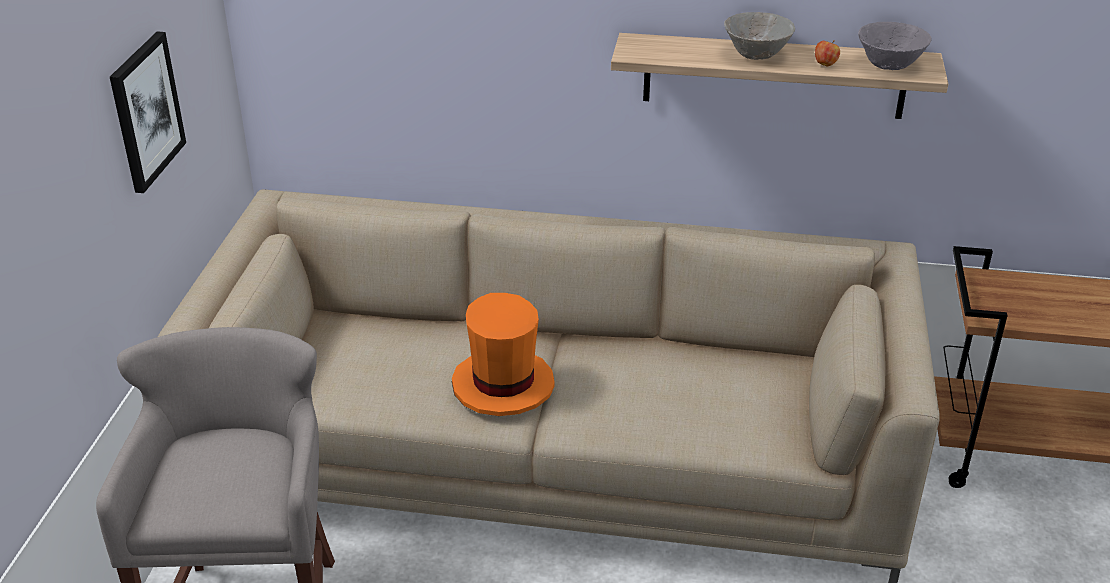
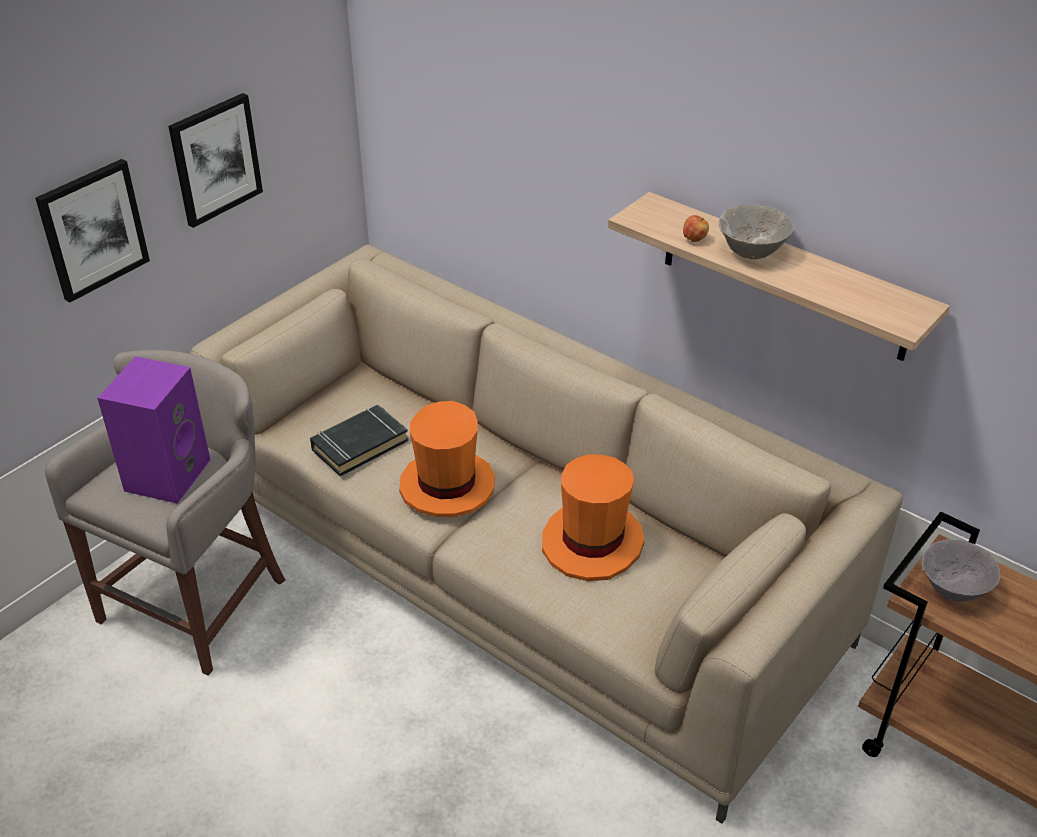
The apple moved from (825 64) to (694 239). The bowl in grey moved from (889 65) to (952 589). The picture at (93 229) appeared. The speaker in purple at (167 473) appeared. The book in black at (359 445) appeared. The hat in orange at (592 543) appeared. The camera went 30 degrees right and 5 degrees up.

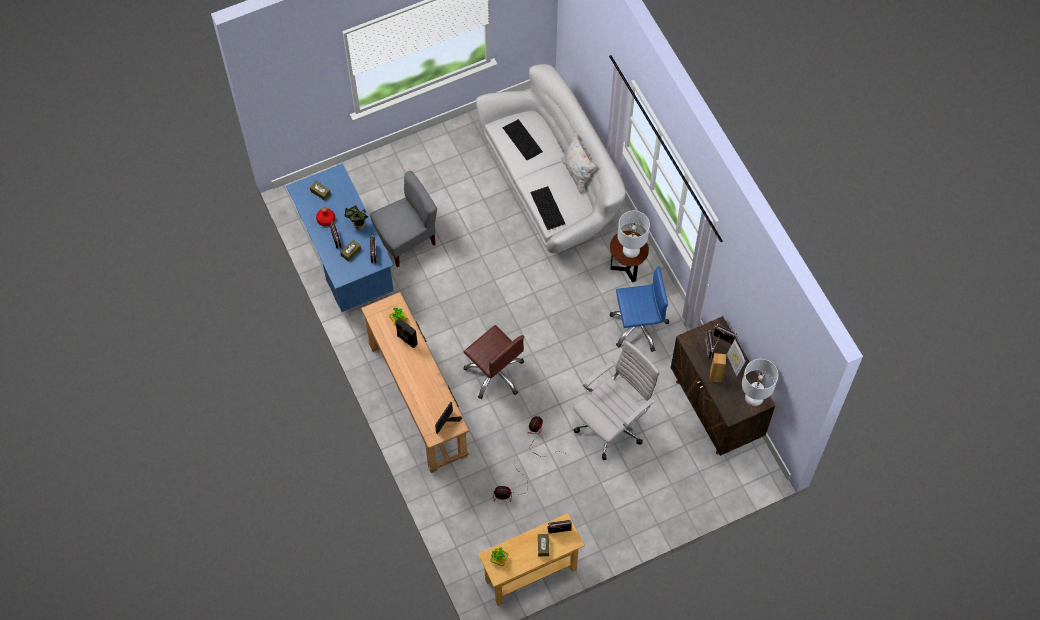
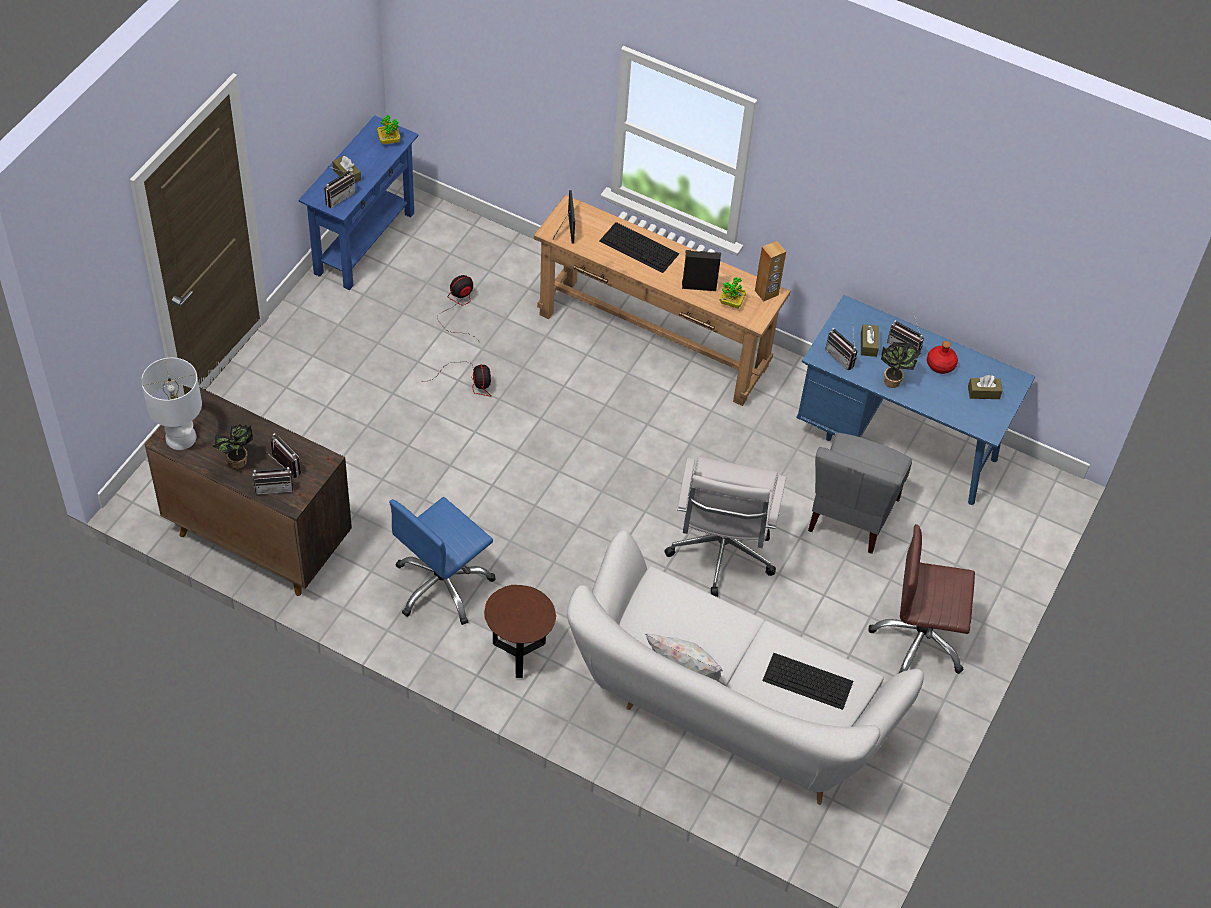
The office chair in brown moved from (495 373) to (920 639). The console table in beige at (530 574) became the console table in blue at (364 243). The keyboard moved from (547 207) to (640 247). The office chair in white moved from (612 425) to (720 555). The table lamp in white at (631 250) disappeared. The speaker in brown moved from (715 376) to (766 293). The picture frame at (734 364) was replaced by the potted plant at (237 464). The camera went 140 degrees right and 10 degrees down.

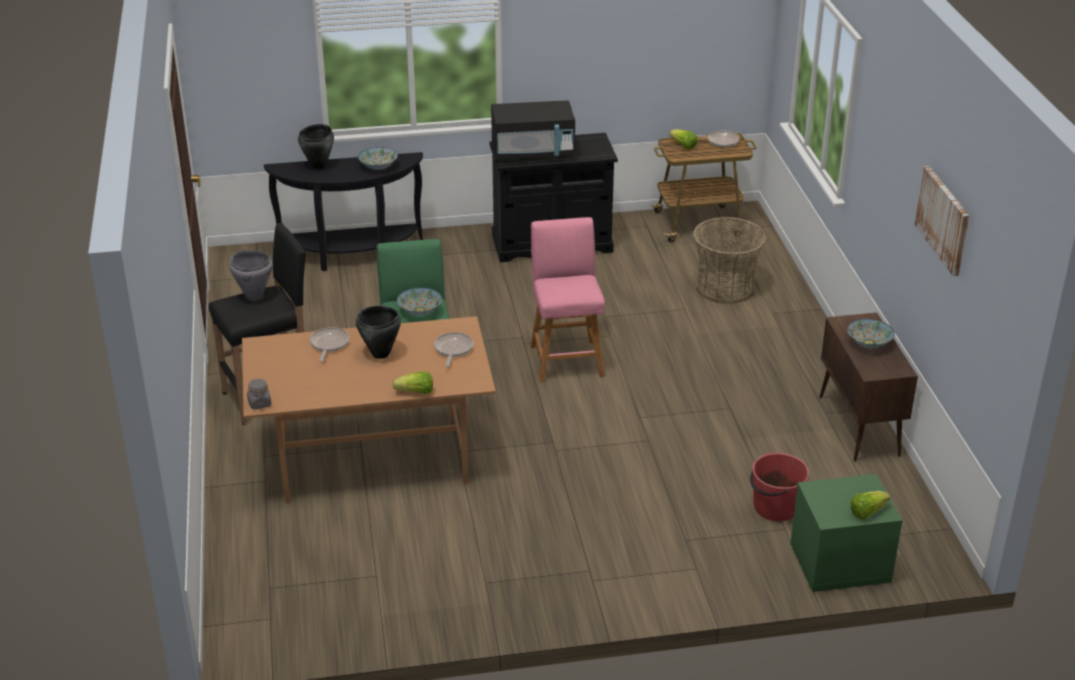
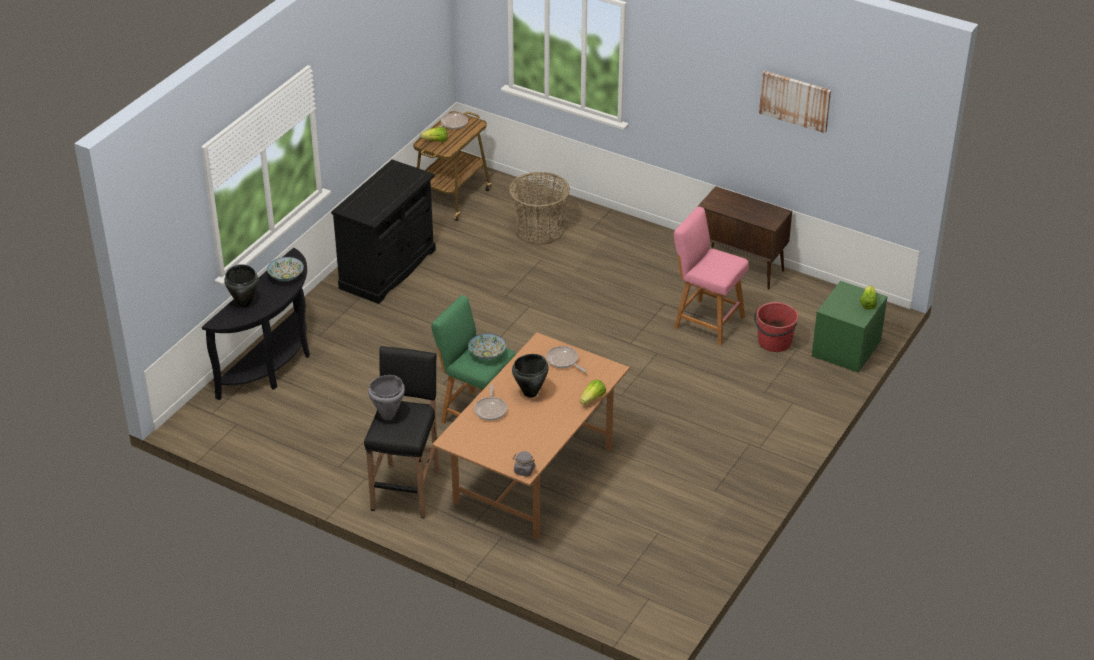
The frying pan at (329 344) turned 135 degrees counterclockwise. The microwave in black at (533 152) disappeared. The stool in pink moved from (566 358) to (706 321). The bowl at (869 343) disappeared. The camera went 50 degrees left and 5 degrees up.

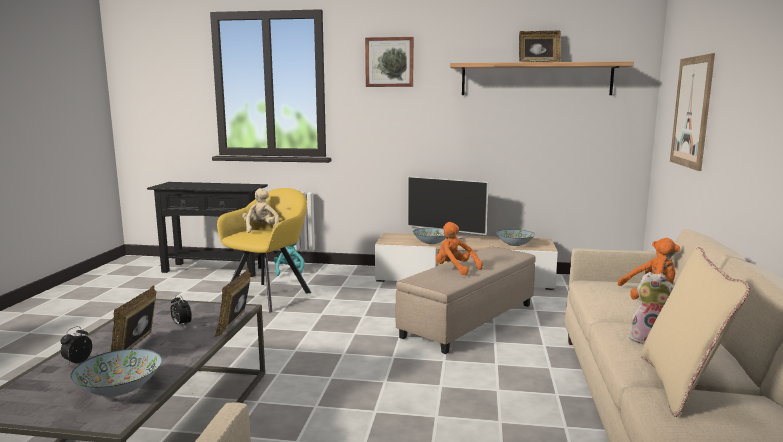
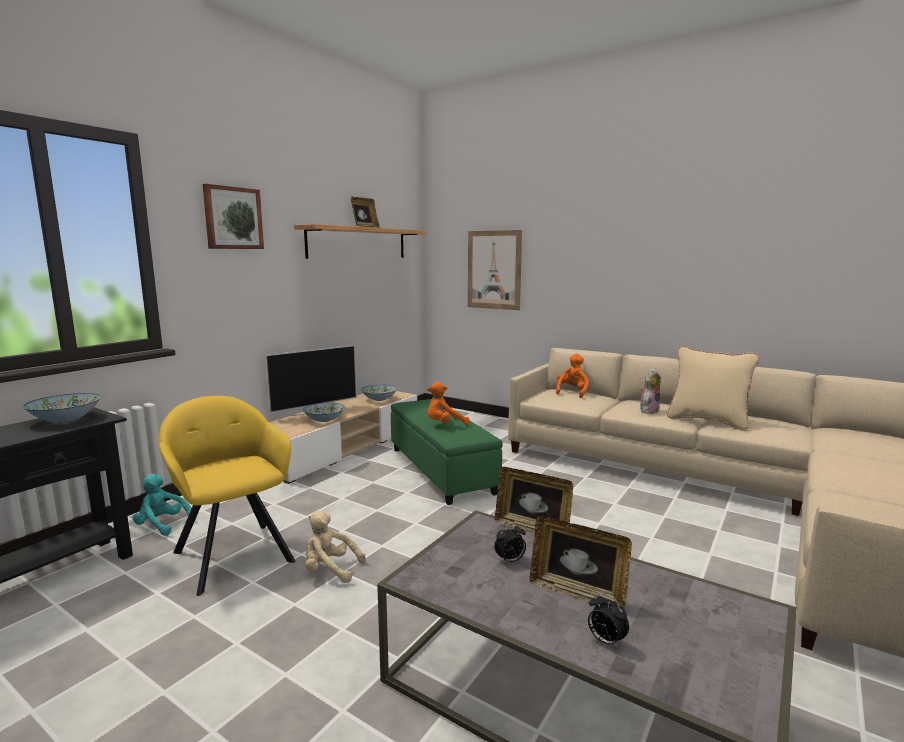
The bowl moved from (119 389) to (66 420). The plush toy in beige moved from (261 229) to (330 570). The ottoman in beige at (468 320) became the ottoman in green at (439 470). The camera went 65 degrees left and 0 degrees up.

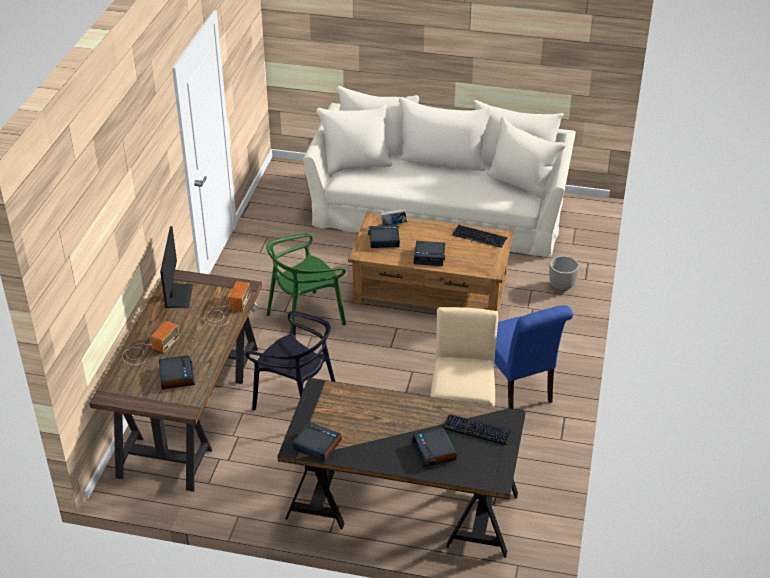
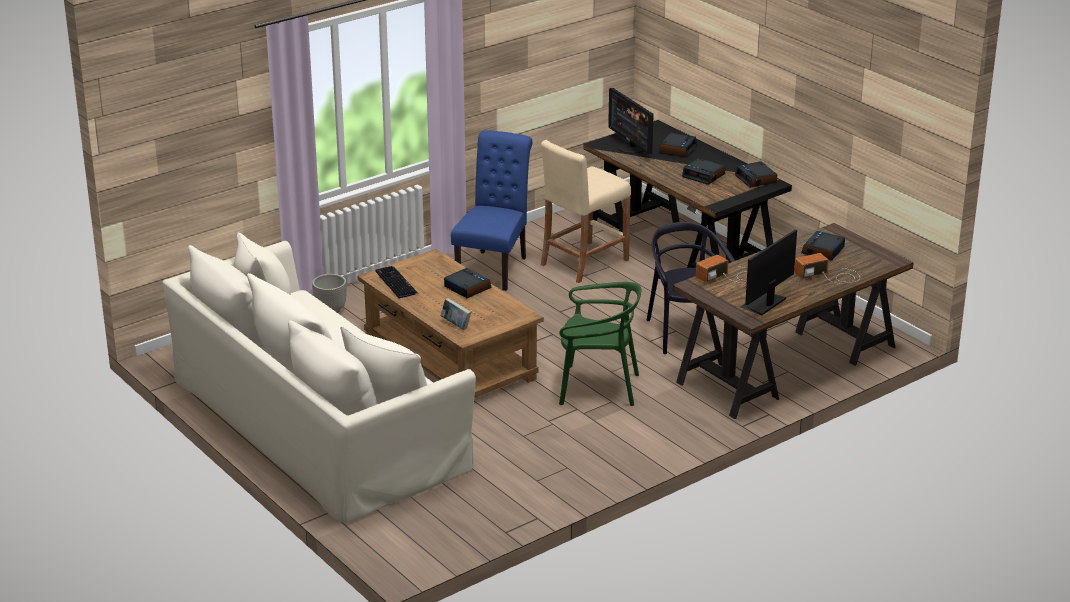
The alarm clock moved from (383 240) to (704 176). The keyboard at (477 430) was replaced by the monitor at (632 147). The camera went 140 degrees left and 10 degrees down.

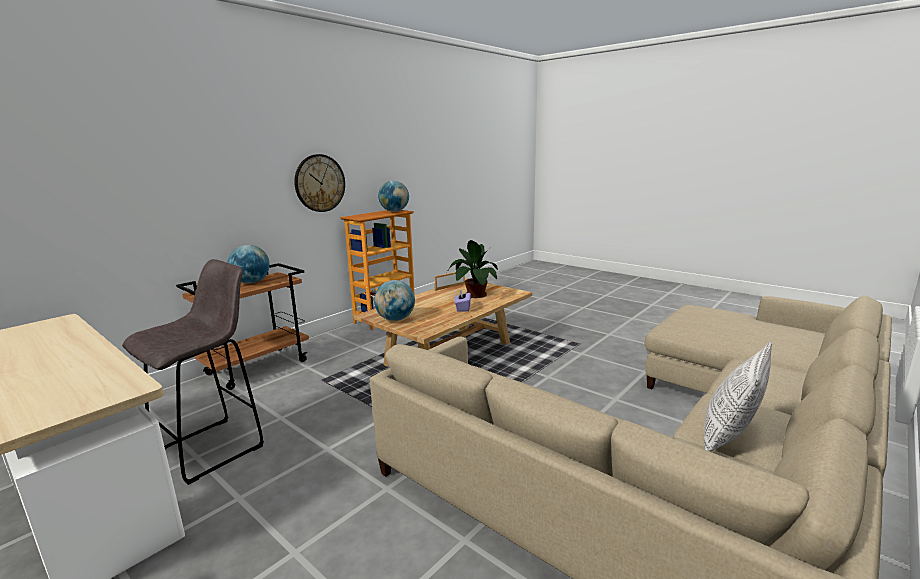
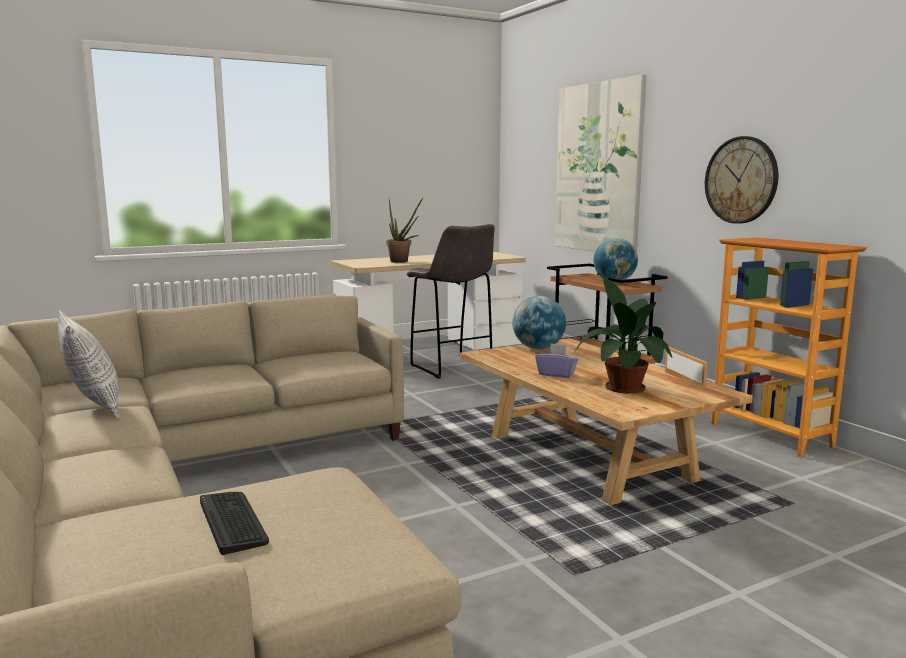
The globe at (394 211) disappeared. The keyboard at (233 521) appeared. The potted plant at (402 262) appeared. The picture at (598 168) appeared. The camera went 110 degrees right and 5 degrees down.

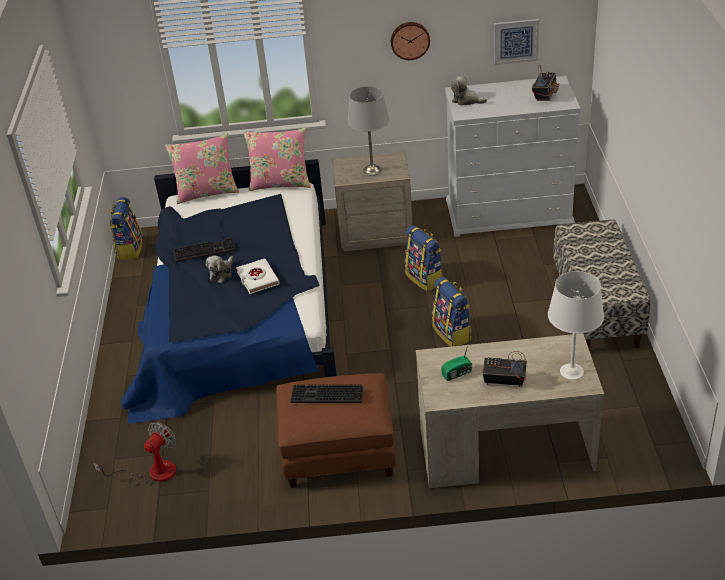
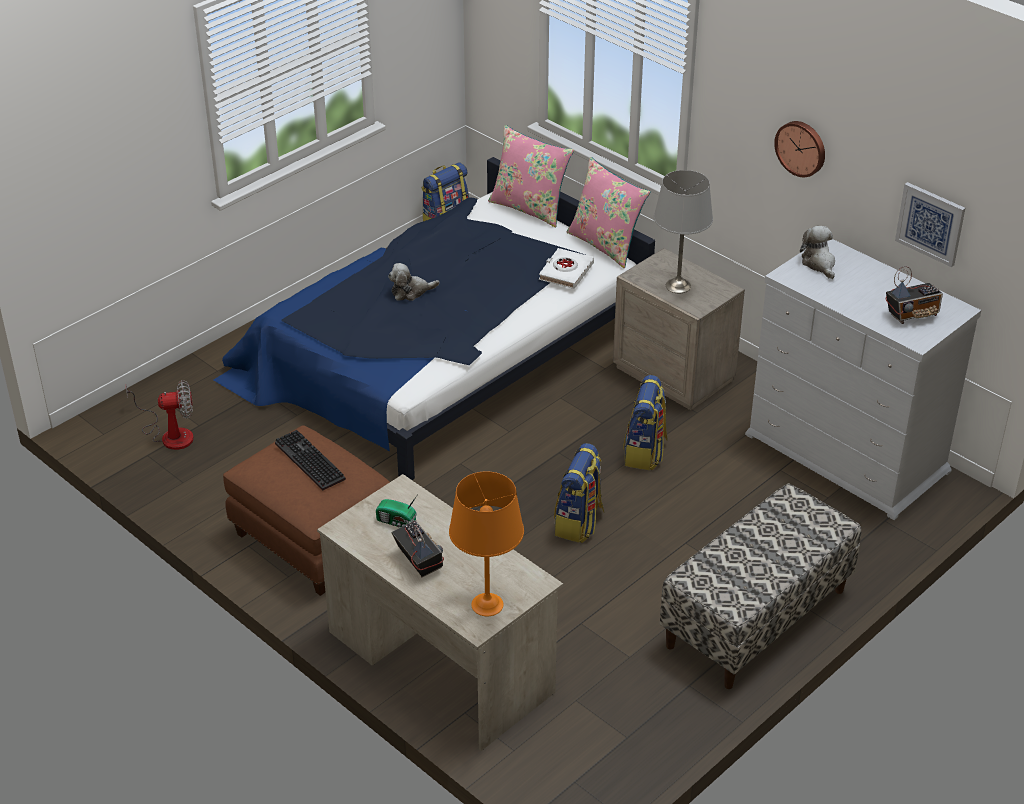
The keyboard at (205 250) disappeared. The book in white moved from (257 279) to (565 272). The table lamp in white at (572 371) became the table lamp in orange at (487 605). The camera went 45 degrees right and 0 degrees up.

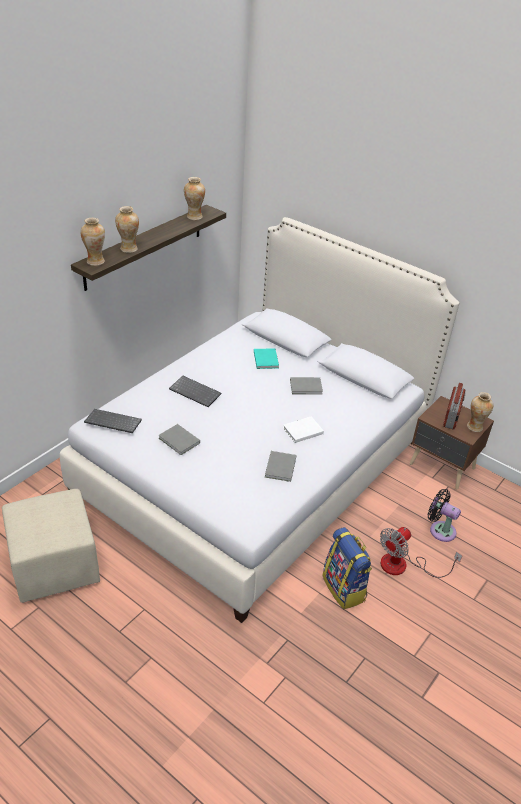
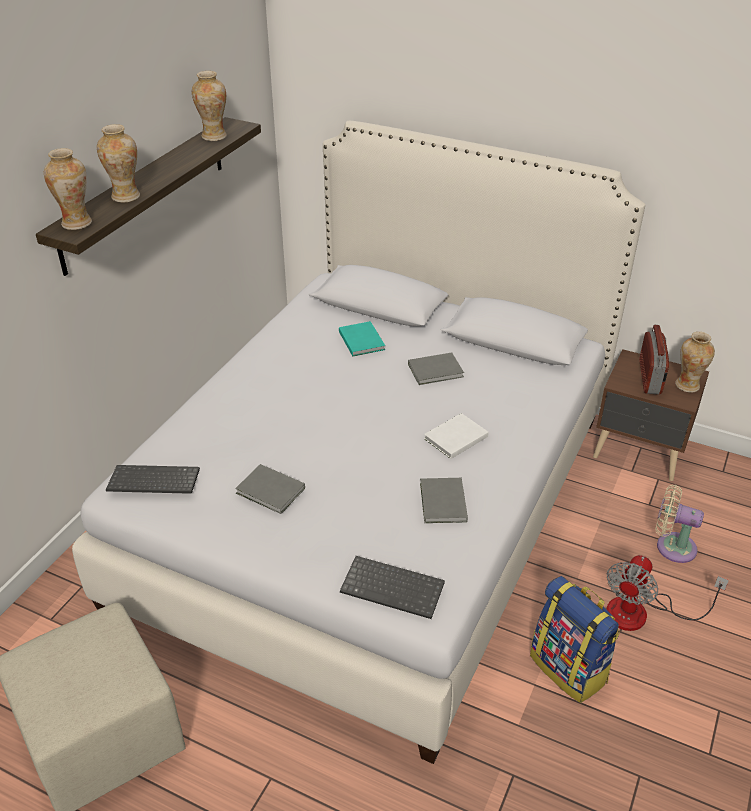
The keyboard moved from (196 392) to (394 587). The fan in black at (440 530) became the fan in beige at (671 546). The camera went 10 degrees left and 0 degrees up.

